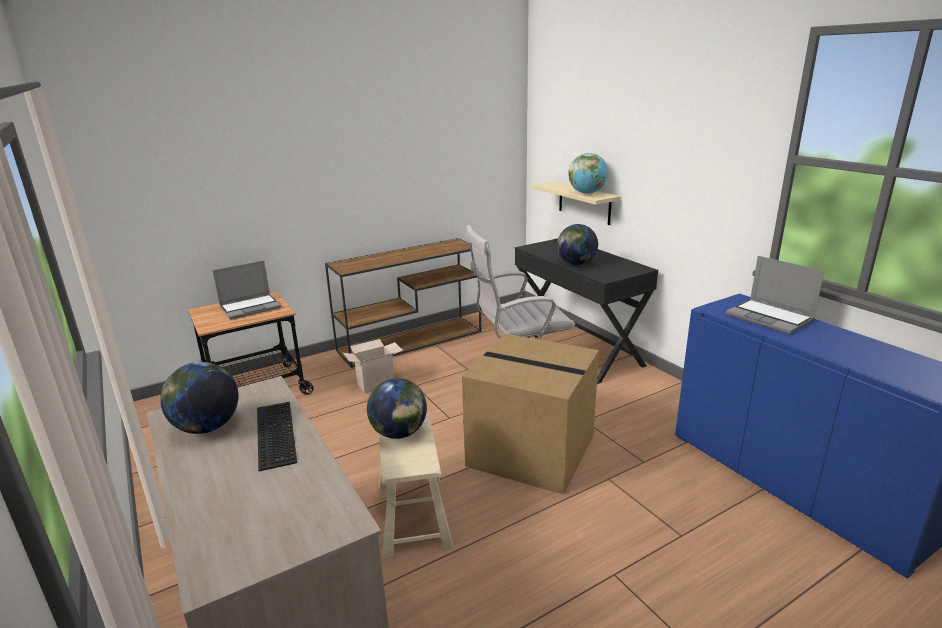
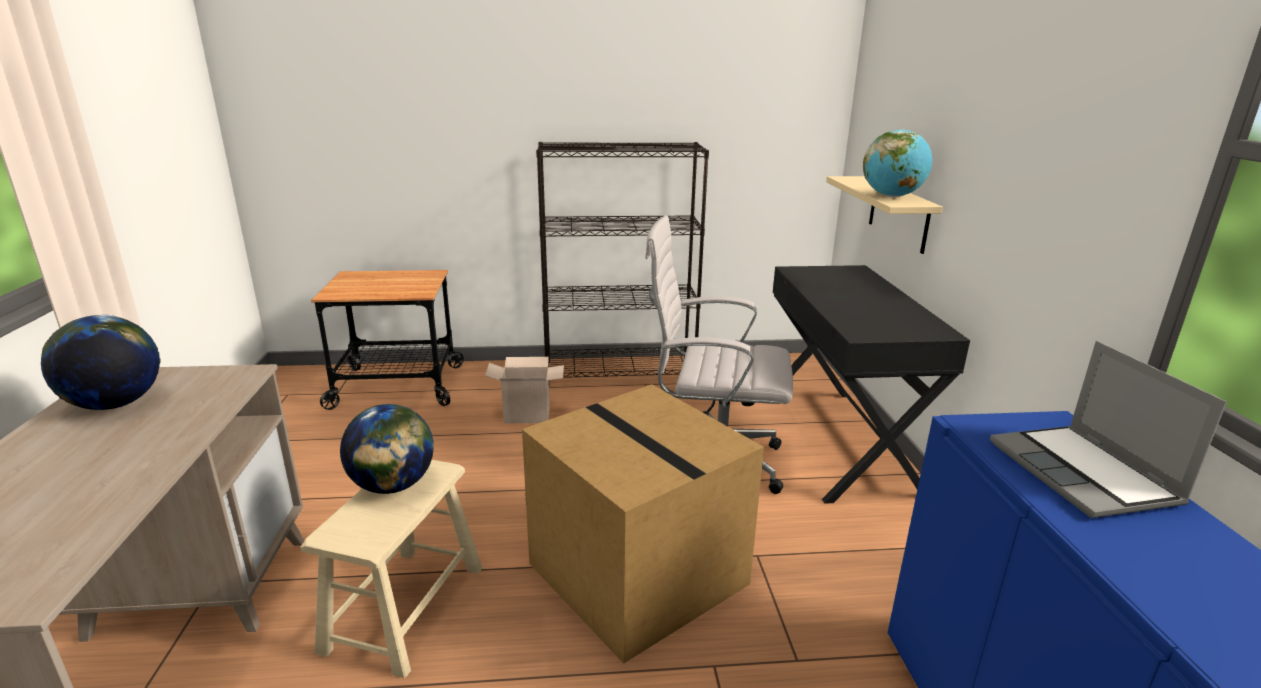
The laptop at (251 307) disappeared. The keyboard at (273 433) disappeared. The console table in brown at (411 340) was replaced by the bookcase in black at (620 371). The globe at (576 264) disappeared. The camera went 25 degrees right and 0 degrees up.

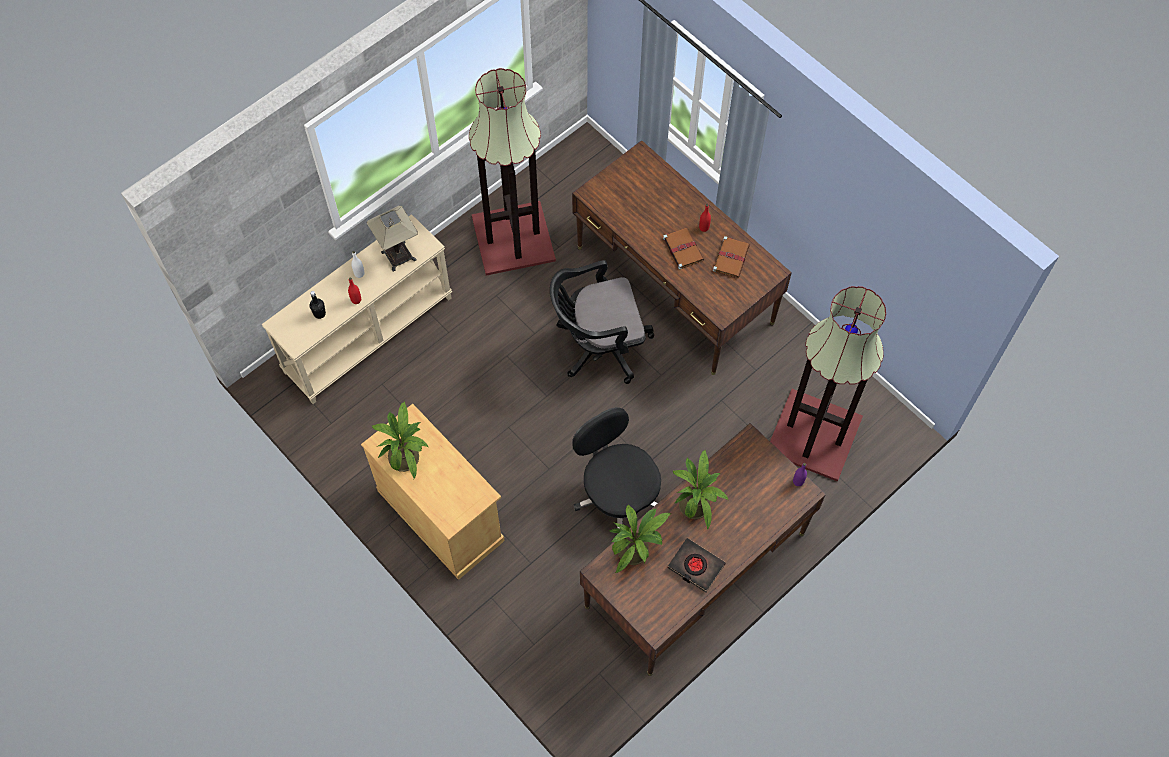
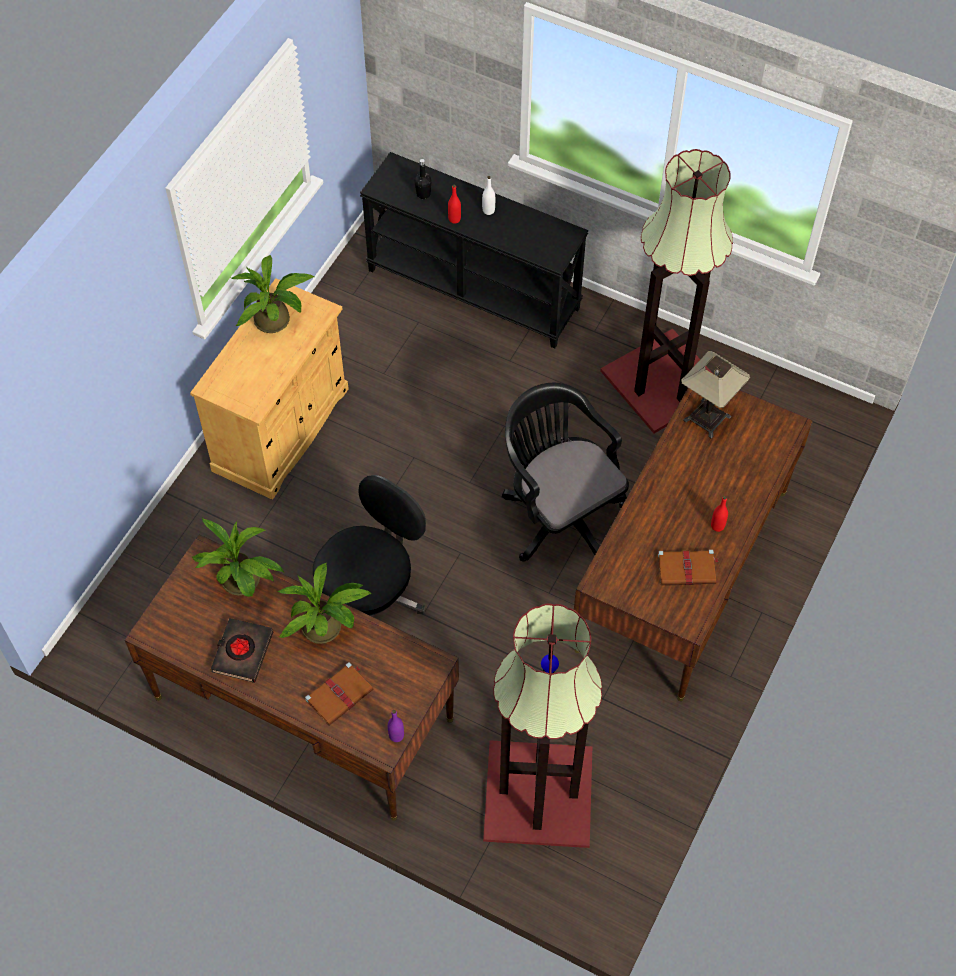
The console table in beige at (368 333) became the console table in black at (474 288). The table lamp moved from (398 256) to (707 418). The book in brown moved from (682 248) to (340 694). The camera went 70 degrees right and 5 degrees down.

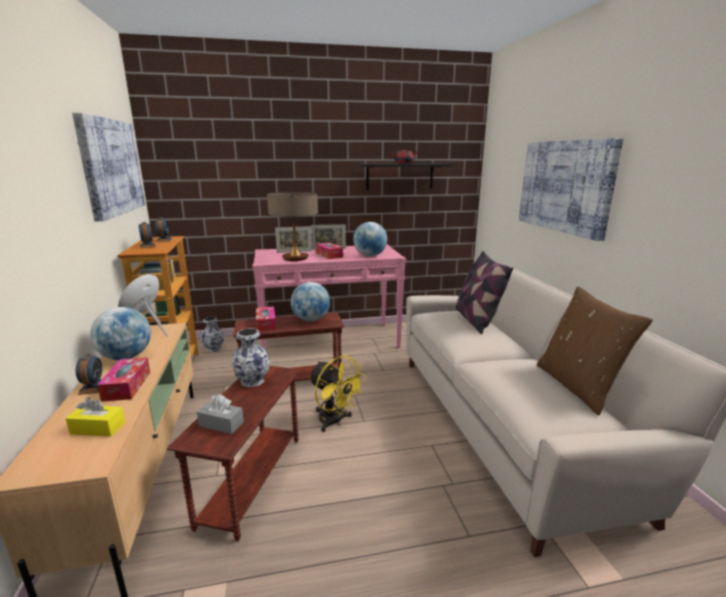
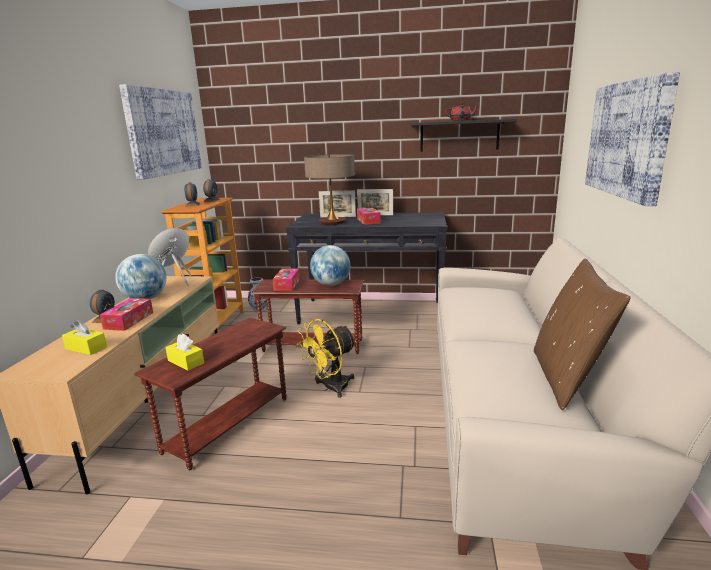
The tissue box in grey at (221 424) became the tissue box in yellow at (186 362). The vase at (252 381) disappeared. The console table in pink at (330 340) became the console table in black at (372 312). The fan in yellow at (335 422) turned 75 degrees clockwise. The globe at (370 256) disappeared. The pillow at (476 320) disappeared. The camera went 20 degrees right and 0 degrees up.

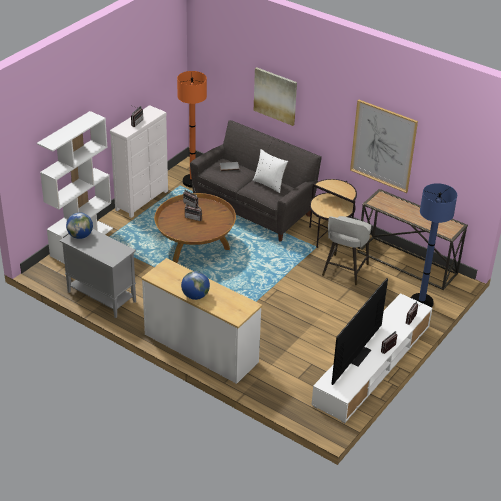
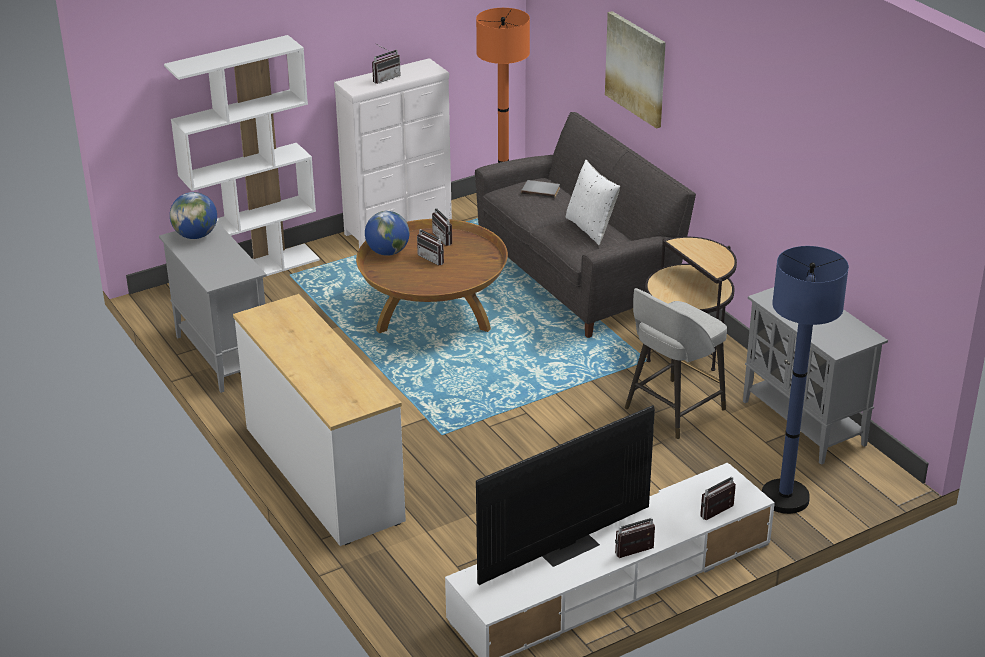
The globe moved from (195 296) to (388 252). The picture at (383 146) disappeared. The console table at (407 262) was replaced by the cabinet in grey at (804 423). The camera went 25 degrees right and 5 degrees down.

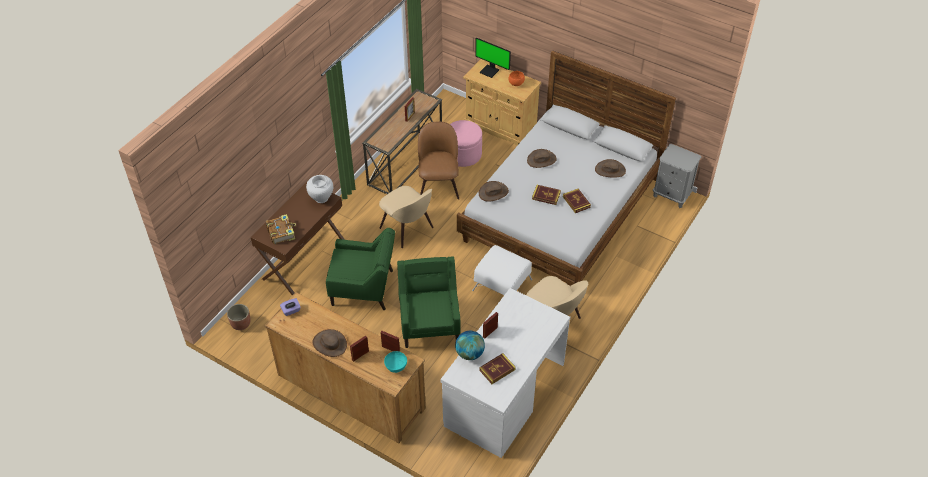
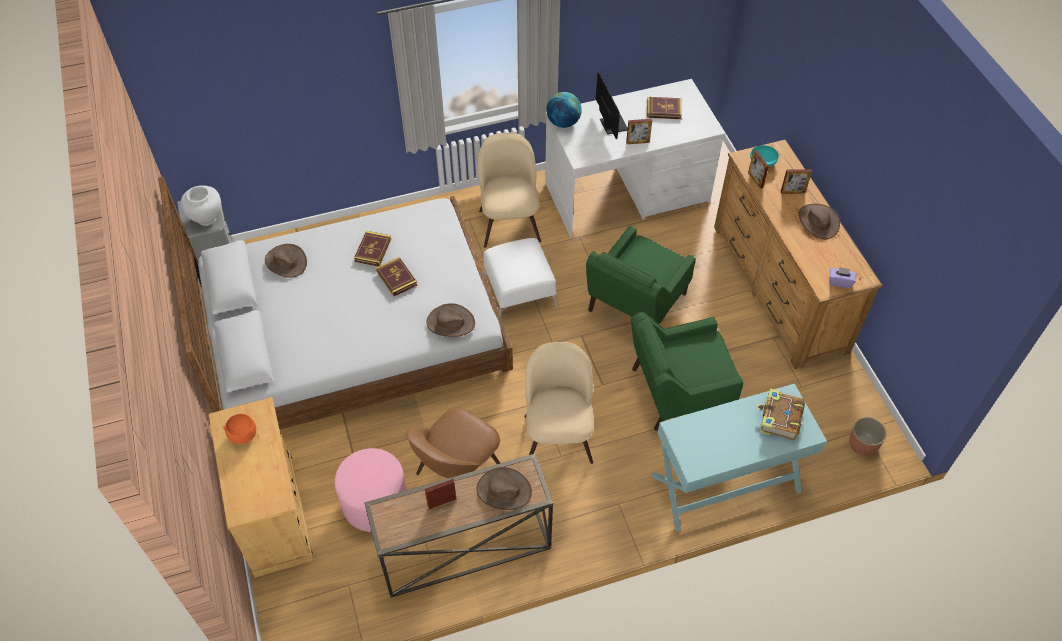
The console table in brown at (304 259) became the console table in turquoise at (726 483). The vase in white moved from (321 198) to (207 218). The armchair in green at (364 288) turned 60 degrees counterclockwise. The globe moved from (470 353) to (563 122). The monitor moved from (490 71) to (612 125). The hat in brown moved from (541 160) to (503 490). The camera went 140 degrees left and 5 degrees up.

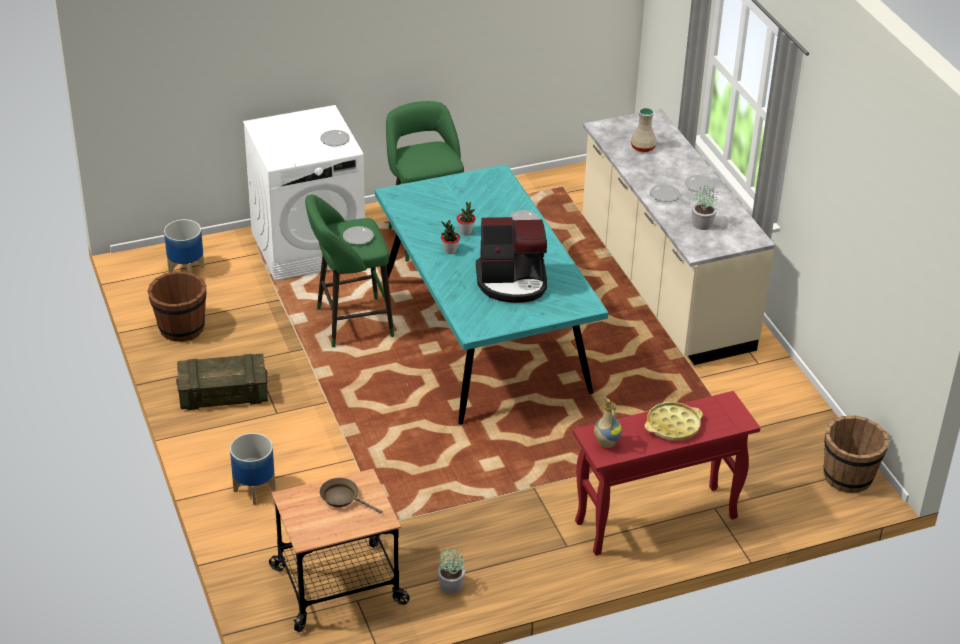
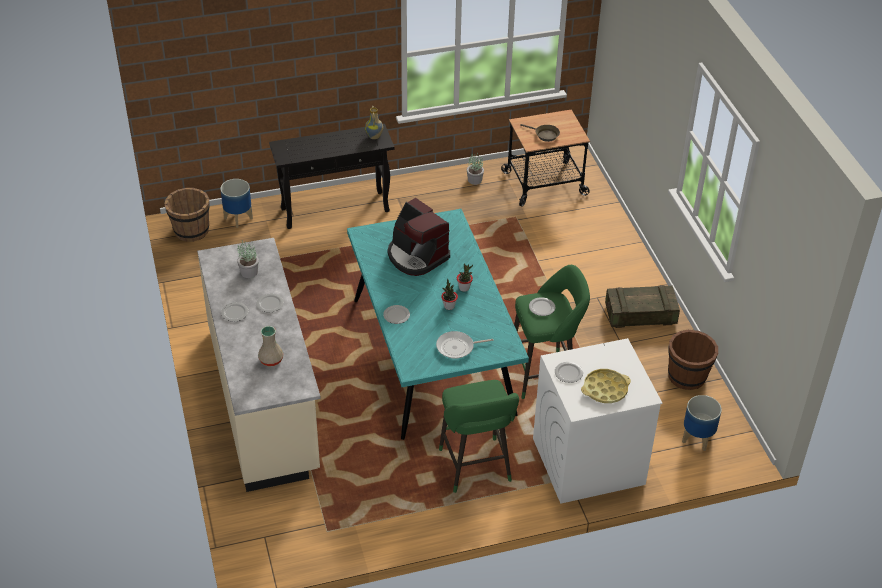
The planter moved from (254 489) to (238 218). The coffee machine at (512 282) turned 135 degrees counterclockwise. The console table in red at (655 521) became the console table in black at (336 209). The tray in yellow moved from (673 425) to (605 389). The frying pan at (457 347) appeared. The camera went 175 degrees left and 5 degrees up.

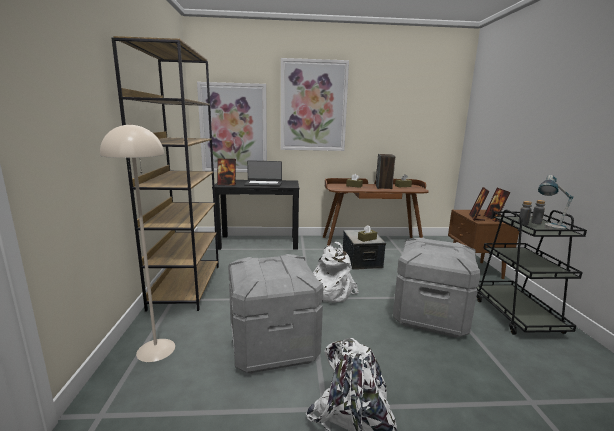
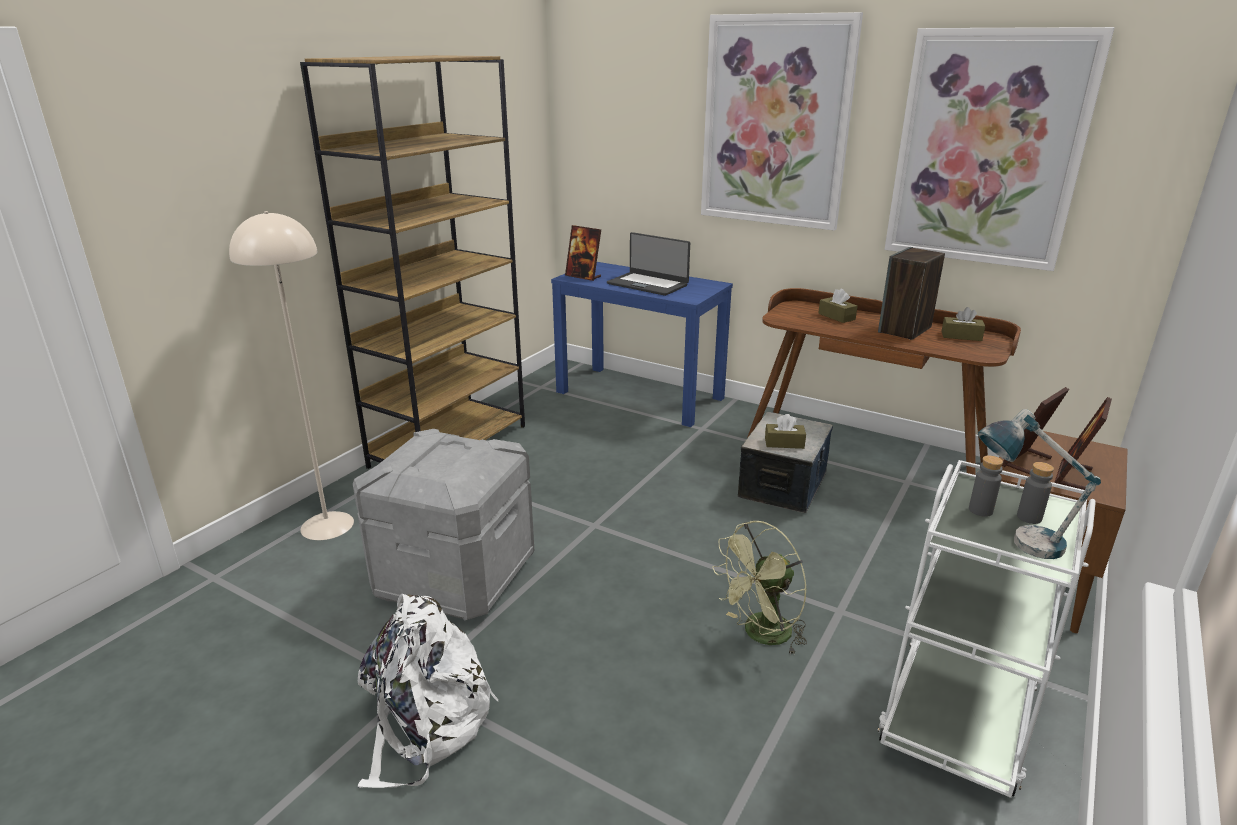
The picture moved from (233 128) to (987 150). The console table in black at (259 242) became the console table in blue at (640 395). The backpack in white at (329 291) disappeared. The storage box in grey at (430 316) was replaced by the fan in green at (761 635). The cart in black at (516 315) became the cart in white at (958 712). The camera went 35 degrees right and 10 degrees up.

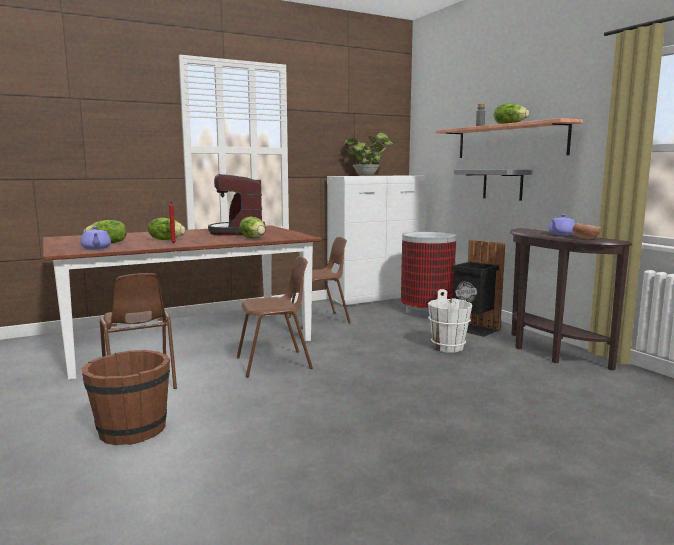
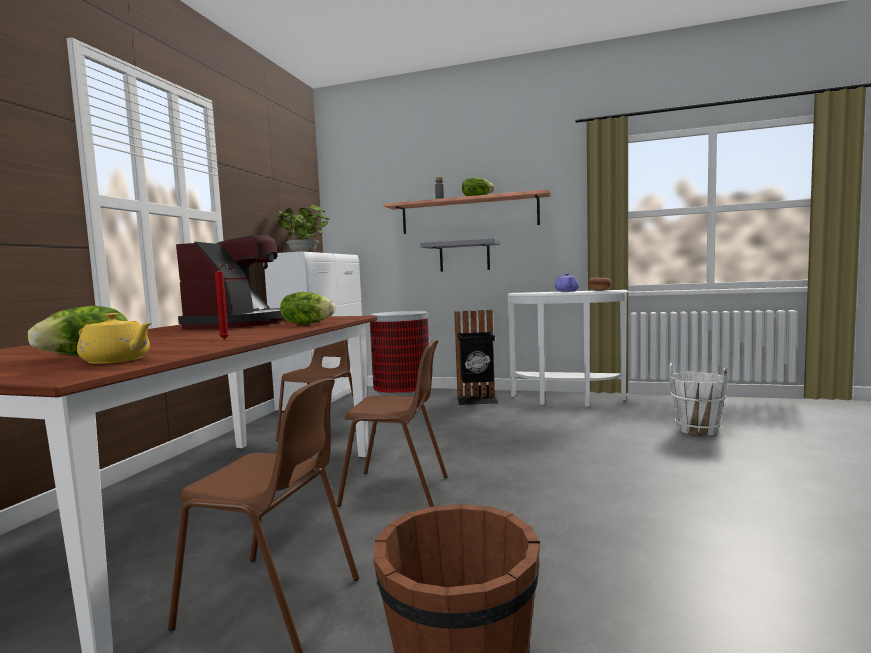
The teapot in purple at (96 248) became the teapot in yellow at (117 361). The lettuce at (166 240) disappeared. The coffee machine at (239 232) turned 120 degrees counterclockwise. The chair in brown at (275 363) turned 75 degrees clockwise. The bucket in white moved from (448 347) to (697 430). The console table in brown at (548 352) became the console table in white at (566 401). The camera went 45 degrees left and 5 degrees down.

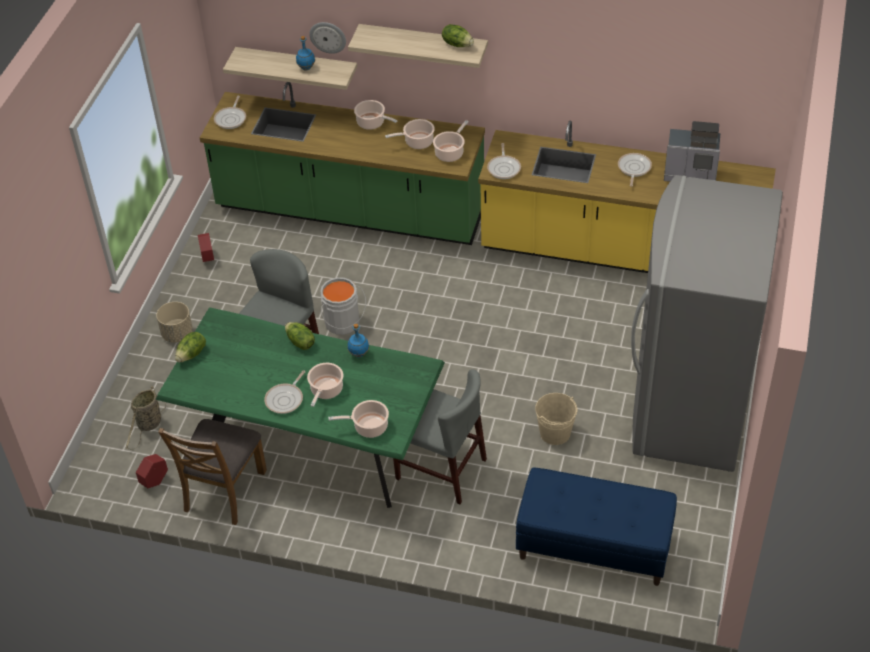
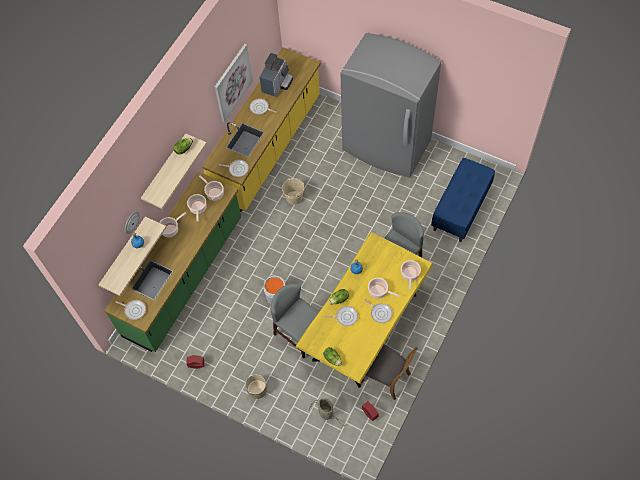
The dining table in green at (311 446) became the dining table in yellow at (365 327). The bucket in beige moved from (555 433) to (294 198). The picture at (233 83) appeared. The frying pan at (345 316) appeared. The camera went 75 degrees left and 15 degrees up.

